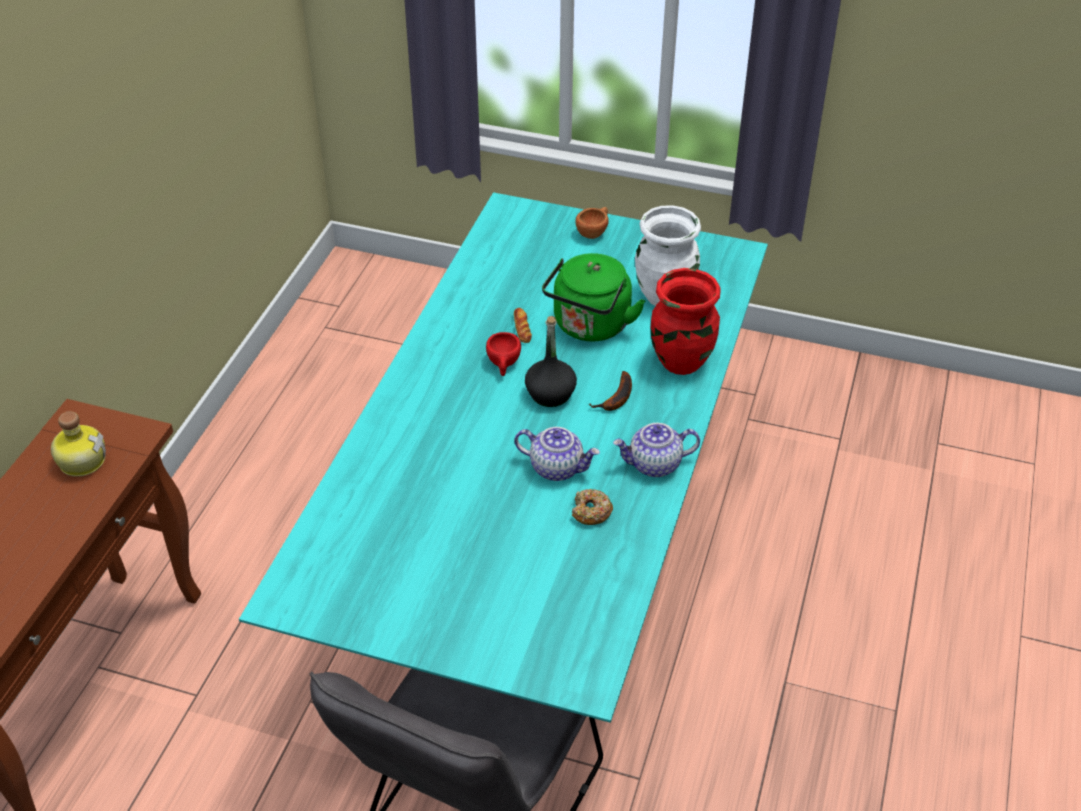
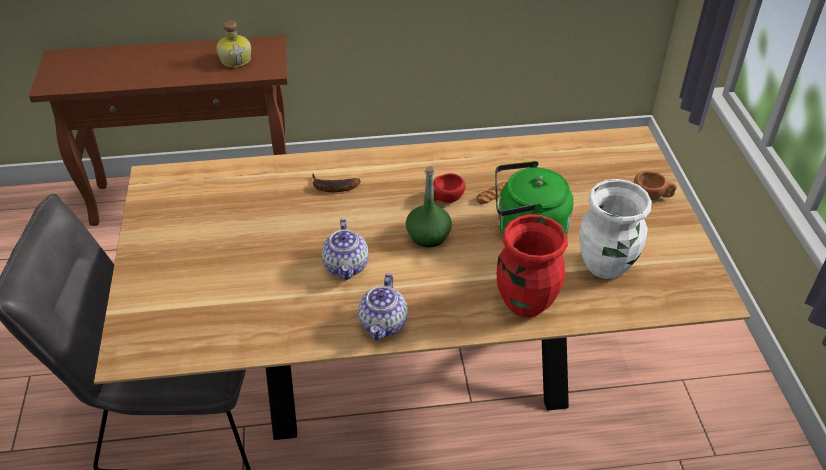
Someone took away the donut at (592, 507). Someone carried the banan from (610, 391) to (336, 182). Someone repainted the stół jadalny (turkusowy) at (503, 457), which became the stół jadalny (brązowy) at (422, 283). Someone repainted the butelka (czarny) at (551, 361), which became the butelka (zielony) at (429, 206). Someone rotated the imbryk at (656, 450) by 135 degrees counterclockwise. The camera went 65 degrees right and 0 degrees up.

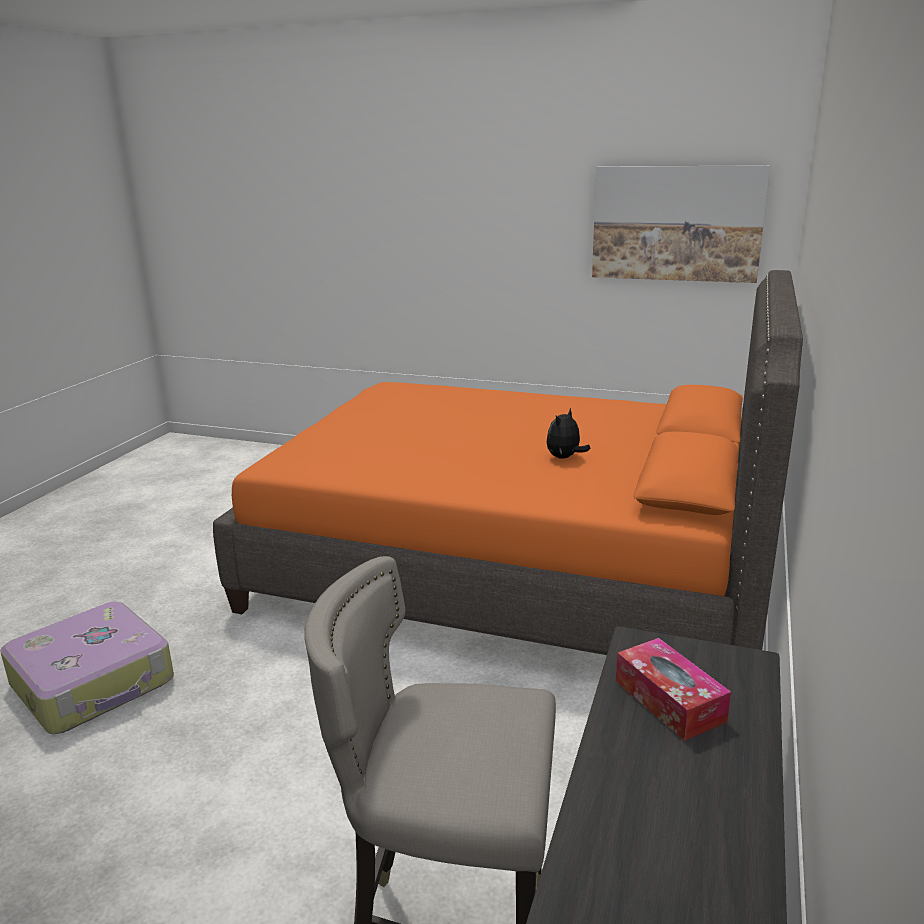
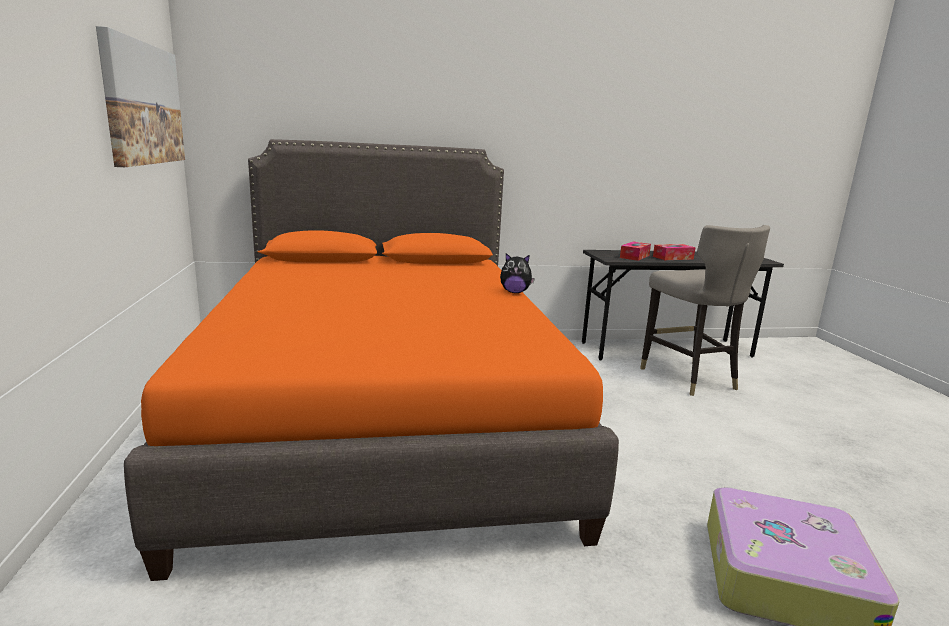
Someone put down the pudełko chusteczek at (674, 252). Someone carried the pluszak from (569, 433) to (517, 273). The camera went 120 degrees left and 5 degrees down.

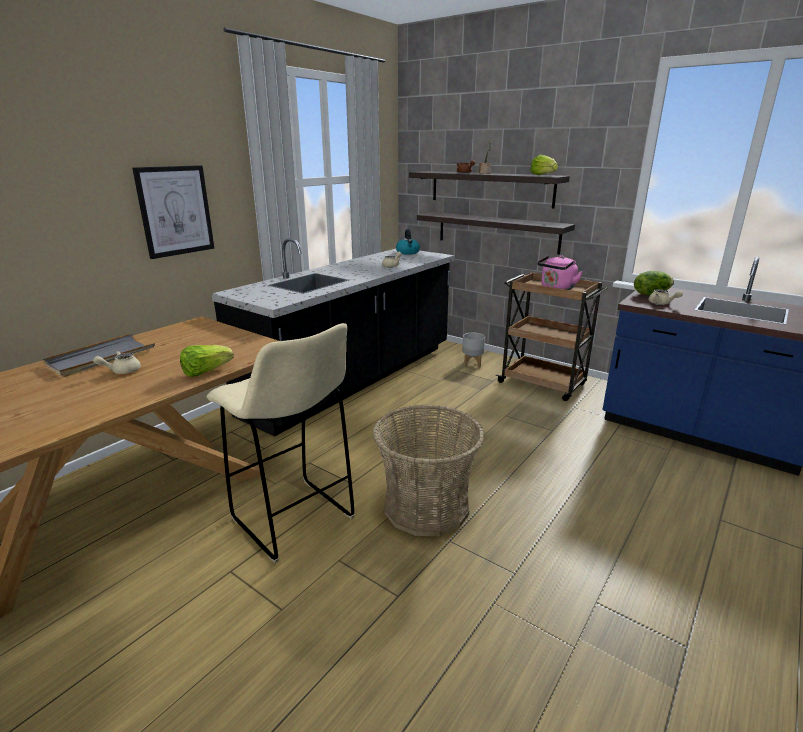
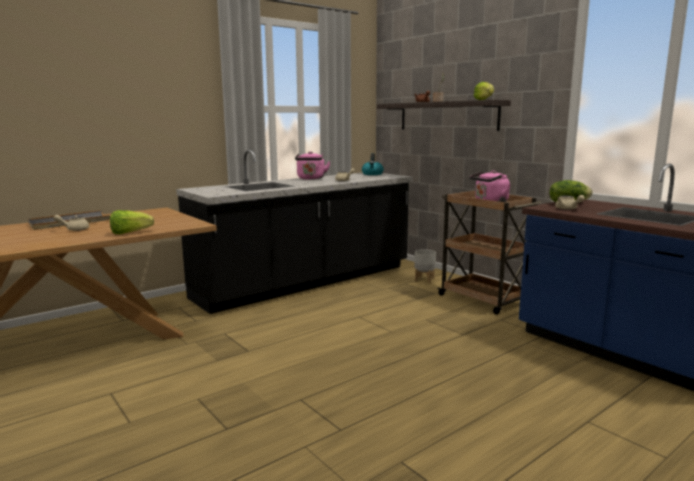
Someone took away the obraz at (173, 212). Someone took away the stołek (beżowy) at (281, 443). Someone took away the koszyk at (428, 470). Someone took away the półka at (496, 233). Someone put down the czajnik (różowy) at (313, 165). The camera went 15 degrees right and 10 degrees down.

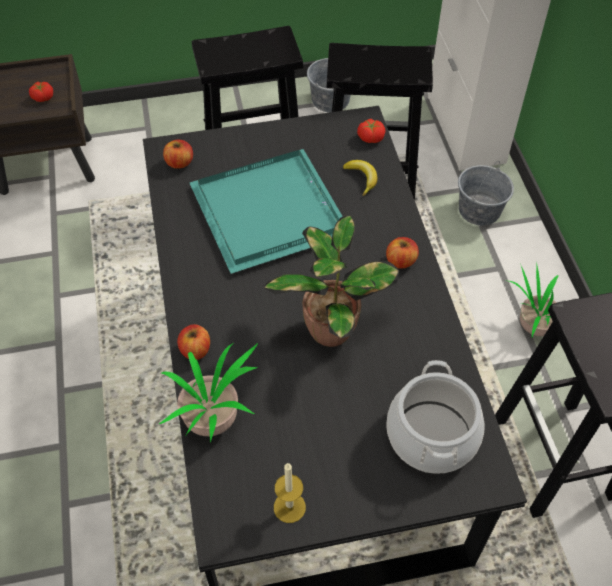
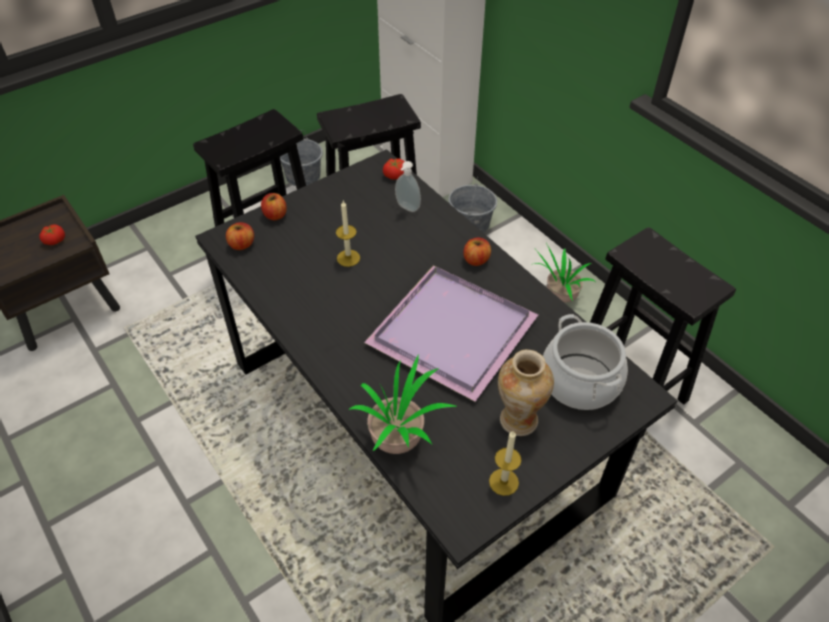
Someone put down the wazon at (526, 392). Someone carried the jabłko from (193, 342) to (274, 206). Someone swapped the taca (turkusowy) at (266, 211) for the świeca at (348, 234). Someone swapped the roślina doniczkowa at (331, 281) for the taca (fioletowy) at (451, 333). Someone swapped the banan at (360, 178) for the dozownik mydła at (408, 186). The camera went 25 degrees left and 5 degrees down.

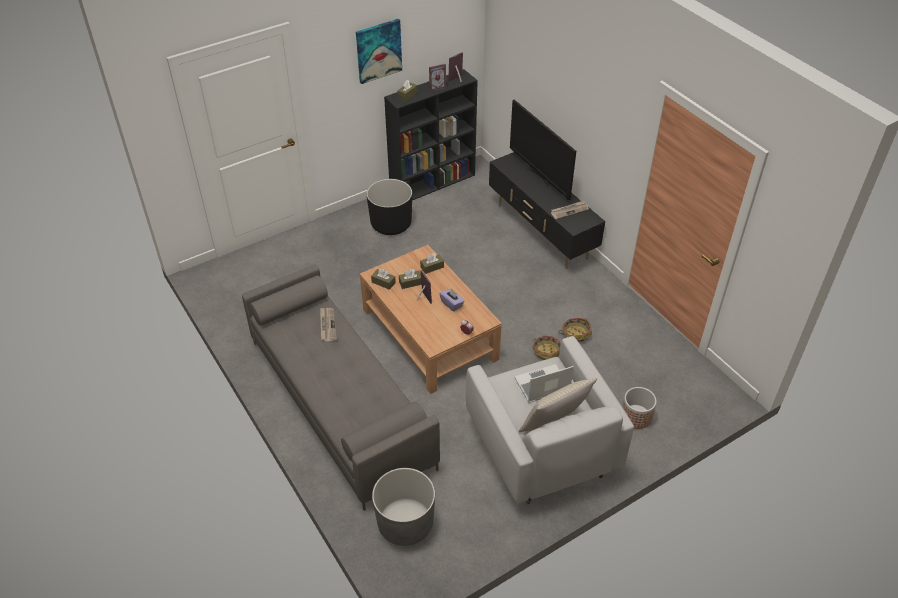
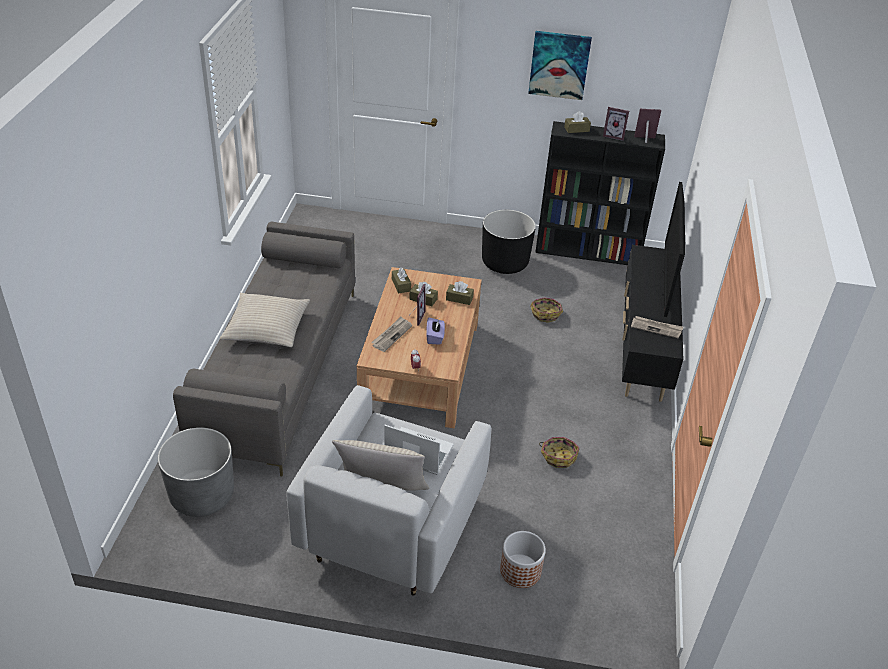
Someone put down the poduszka (beżowy) at (265, 320). Someone carried the gazeta from (328, 324) to (391, 334). Someone carried the koszyk from (546, 348) to (546, 310). The camera went 40 degrees right and 5 degrees down.

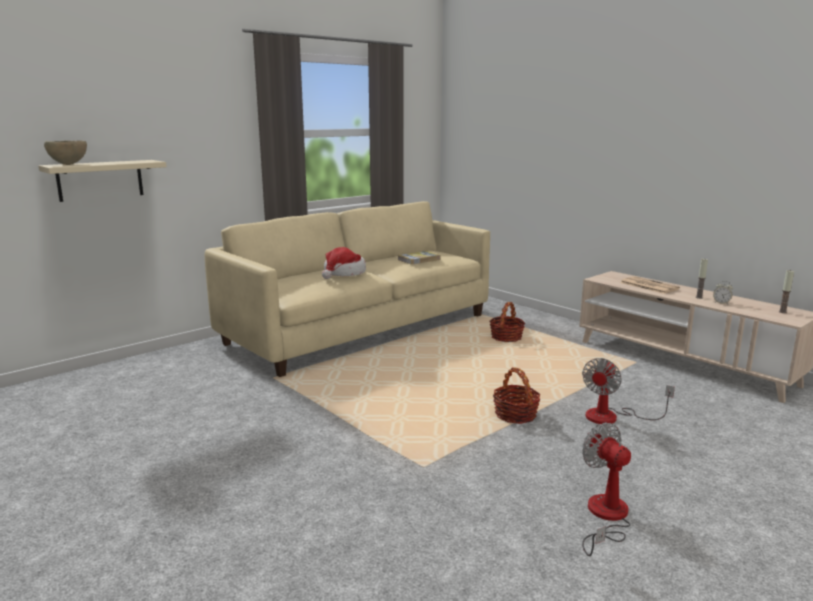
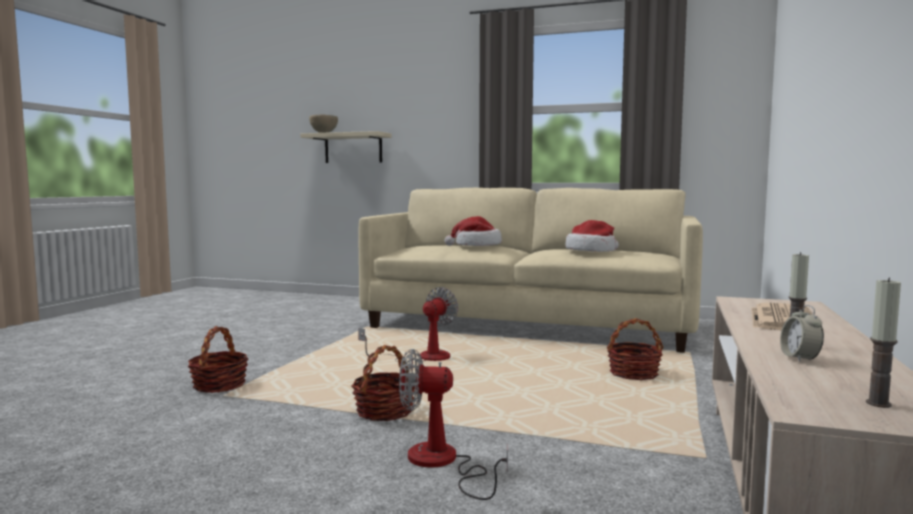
Someone put down the koszyk at (218, 359). Someone carried the wentylator from (606, 489) to (408, 324). Someone swapped the książka at (419, 258) for the kapelusz at (592, 236). The camera went 60 degrees right and 10 degrees down.

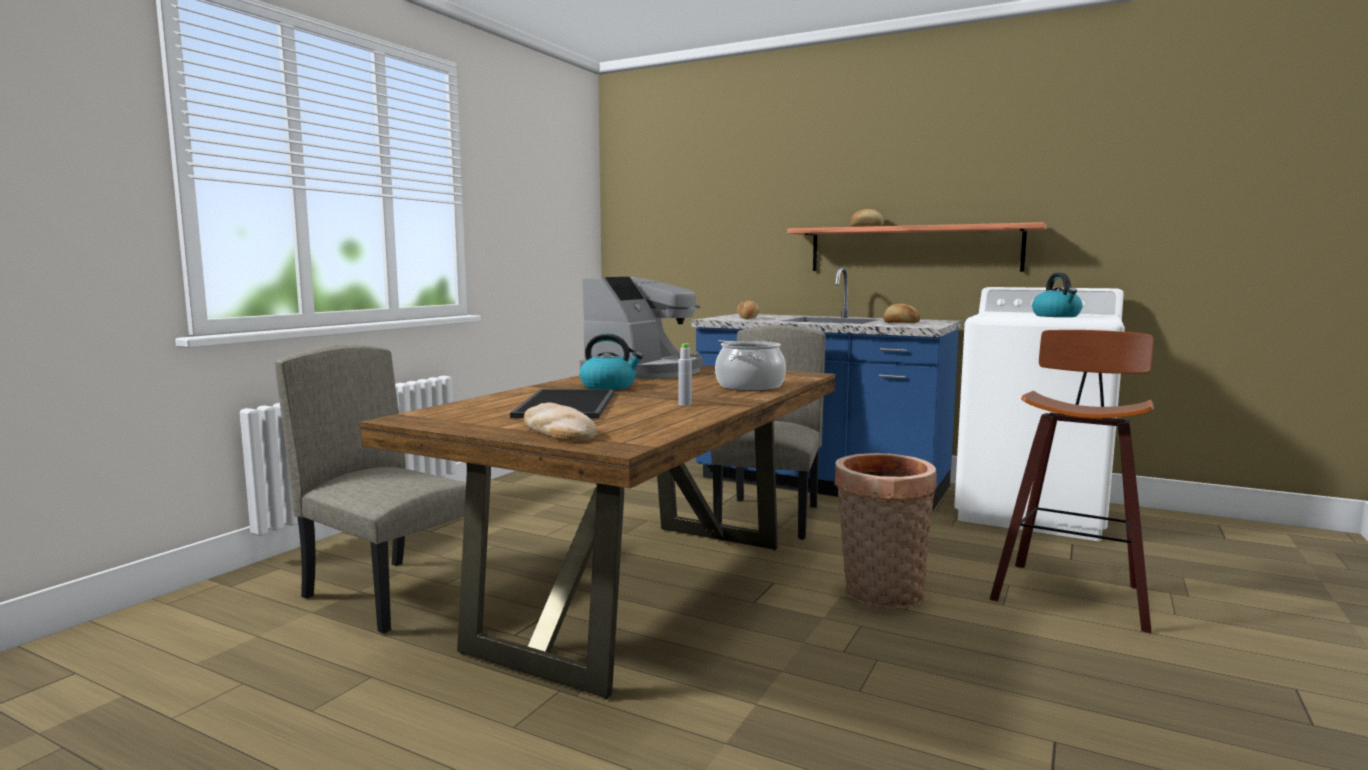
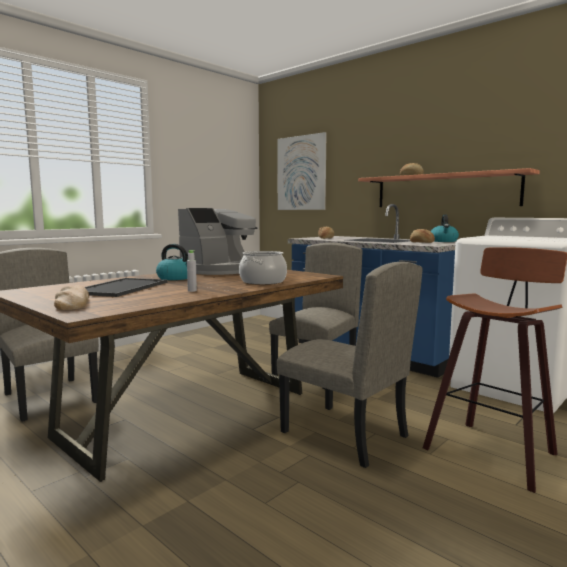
Someone put up the obraz at (302, 171). Someone carried the czajnik from (1057, 294) to (444, 228). Someone swapped the koszyk at (885, 530) for the krzesło (beżowy) at (350, 365). The camera went 15 degrees right and 0 degrees up.

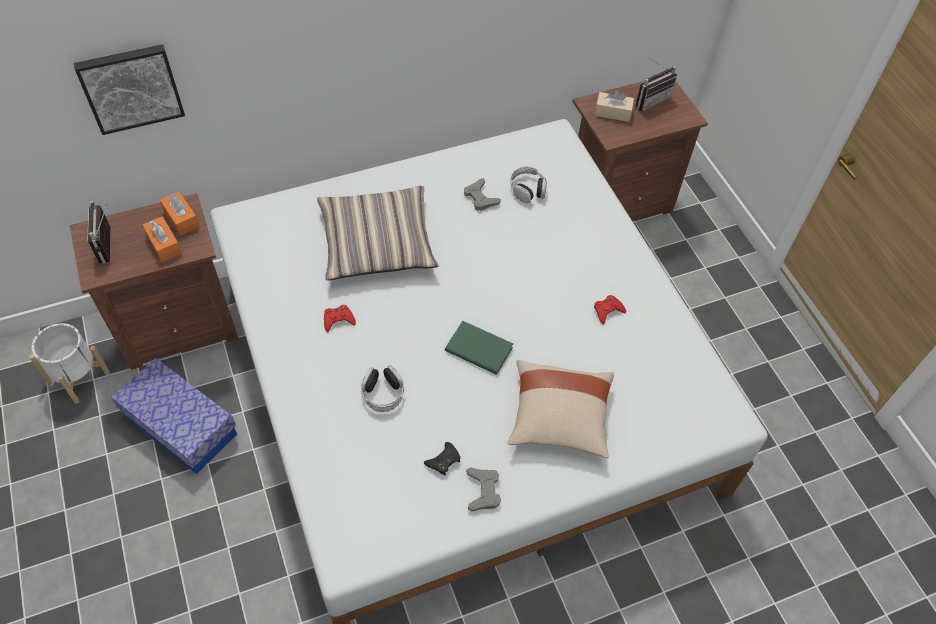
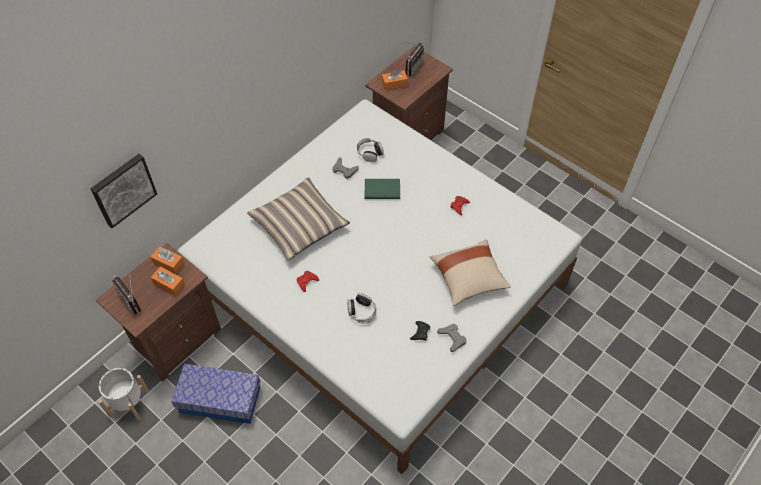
Someone carried the książka (zielony) from (479, 348) to (382, 189). Someone repainted the pudełko chusteczek (beżowy) at (614, 106), which became the pudełko chusteczek (pomarańczowy) at (395, 80). The camera went 25 degrees left and 0 degrees up.

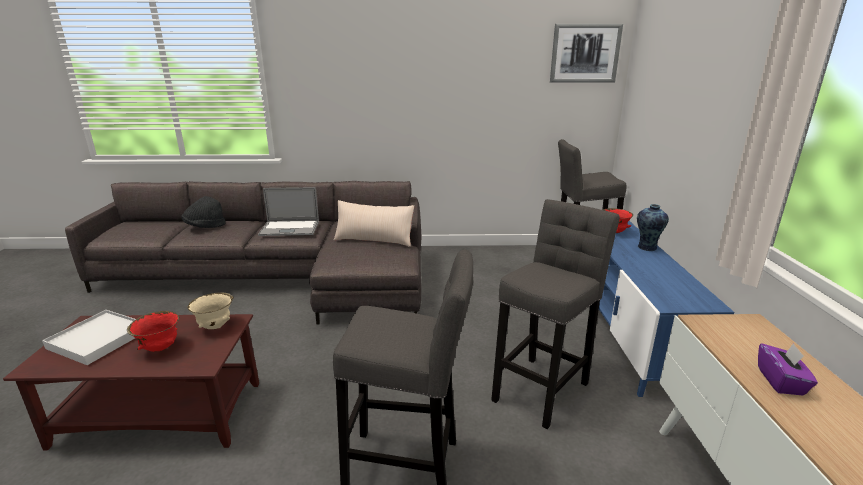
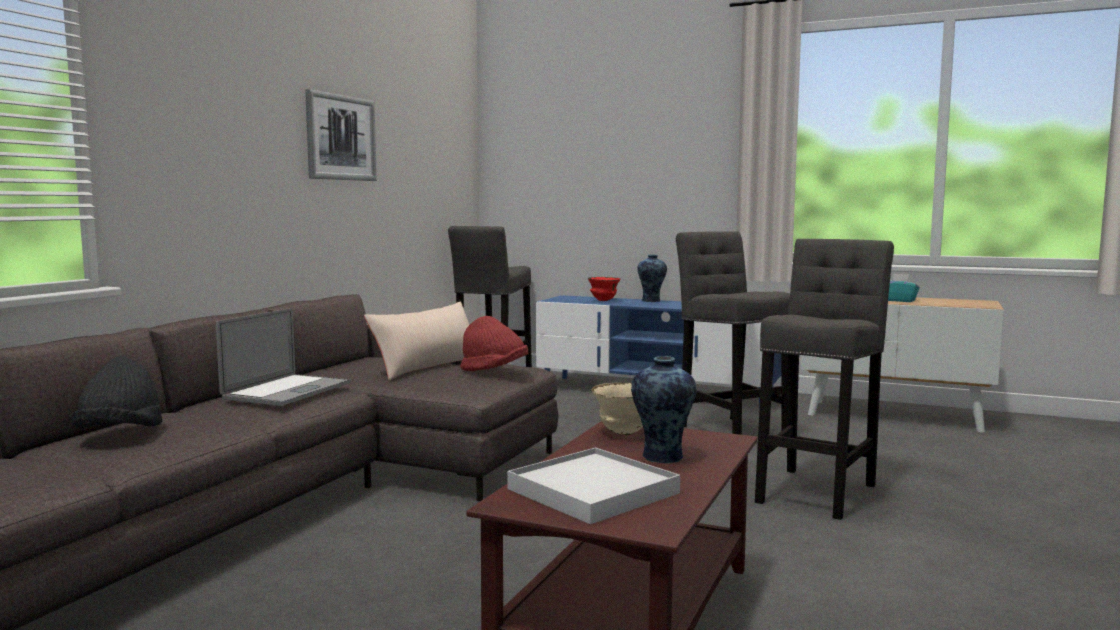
Someone put down the kapelusz (czerwony) at (494, 343). Someone carried the obraz from (586, 53) to (341, 135). Someone swapped the miska (czerwony) at (153, 331) for the wazon at (664, 409). Someone repainted the pudełko chusteczek (fioletowy) at (788, 369), which became the pudełko chusteczek (turkusowy) at (904, 288). The camera went 65 degrees left and 15 degrees down.

